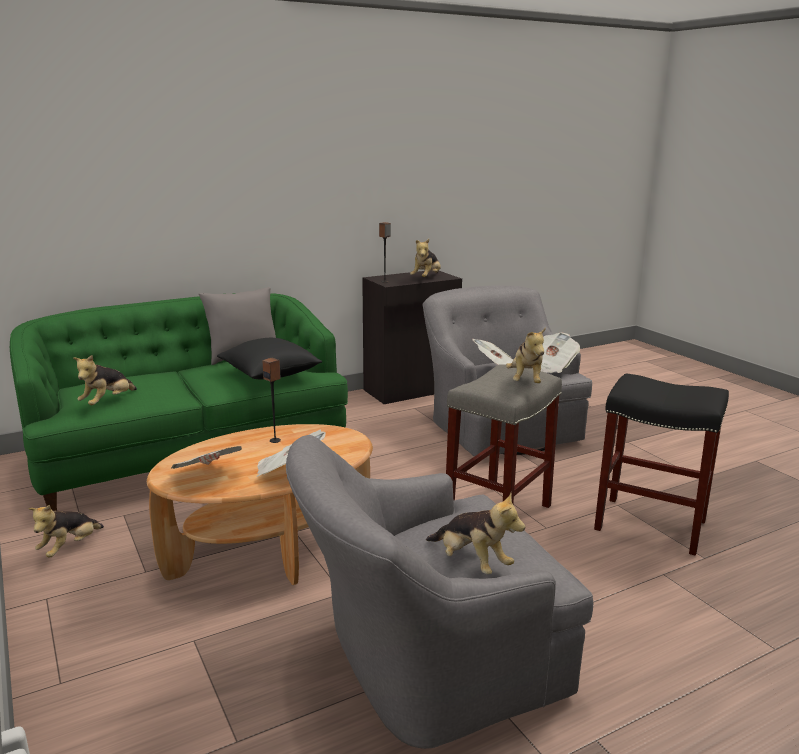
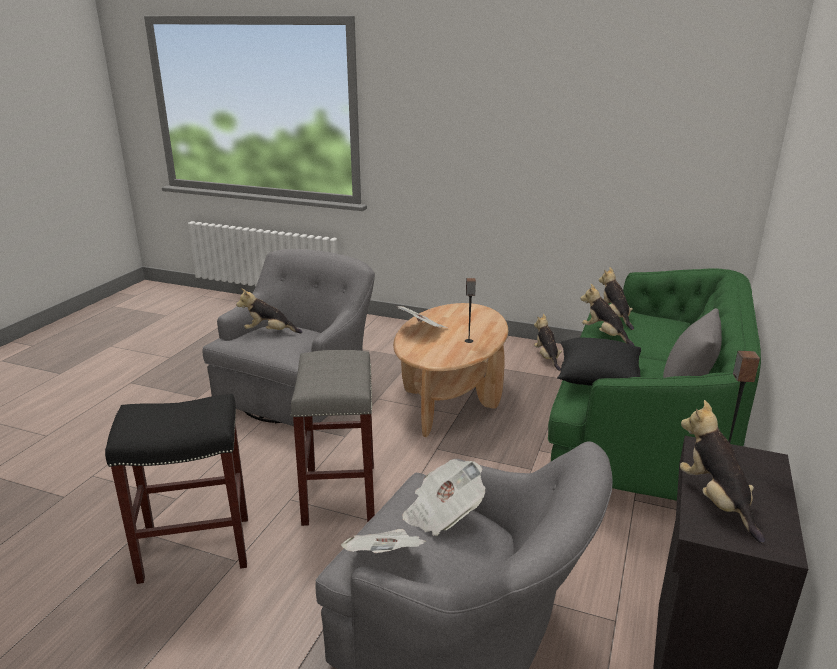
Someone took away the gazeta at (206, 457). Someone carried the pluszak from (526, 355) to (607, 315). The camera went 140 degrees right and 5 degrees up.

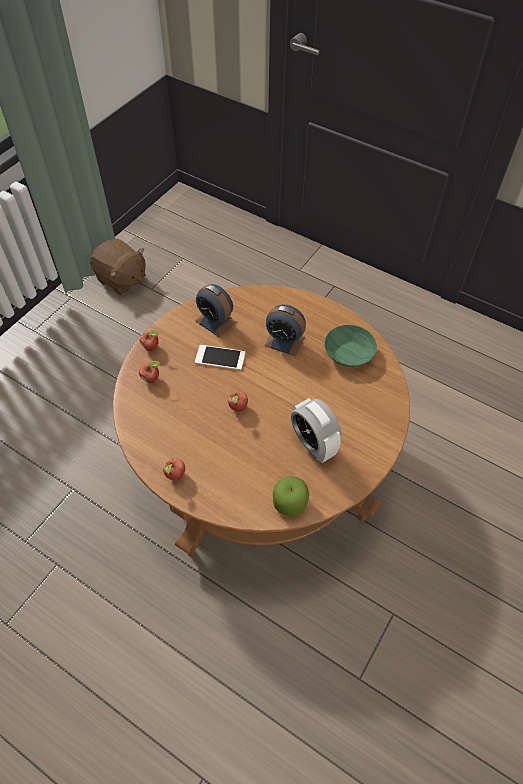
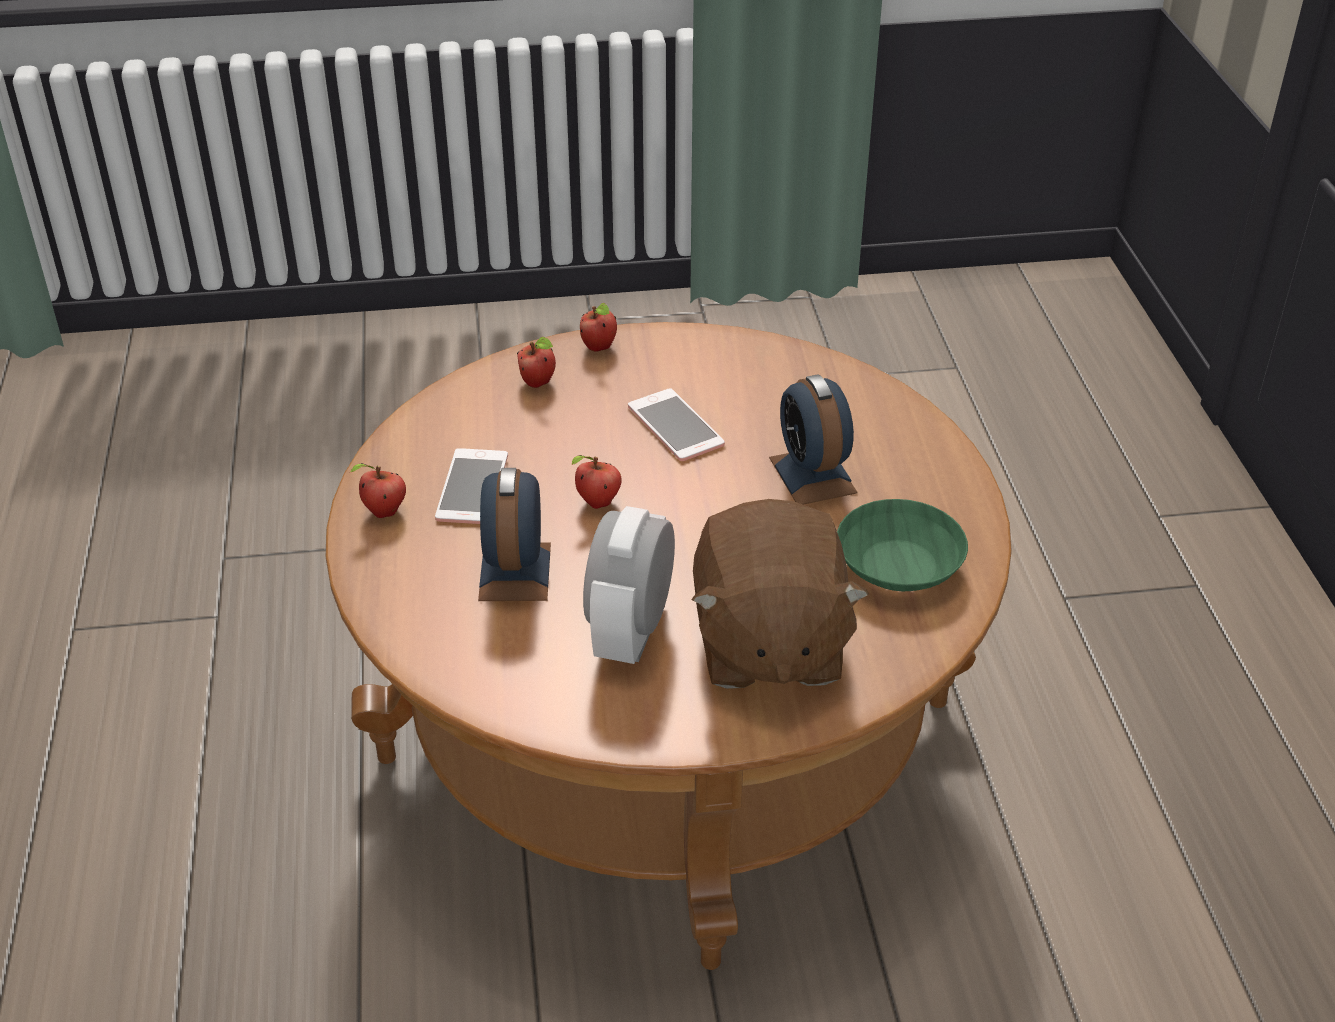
Someone took away the jabłko at (291, 496). Someone put down the telefon at (471, 486). Someone carried the pluszak (brązowy) from (118, 266) to (780, 594). Someone carried the budzik from (215, 310) to (514, 534). The camera went 50 degrees right and 15 degrees down.

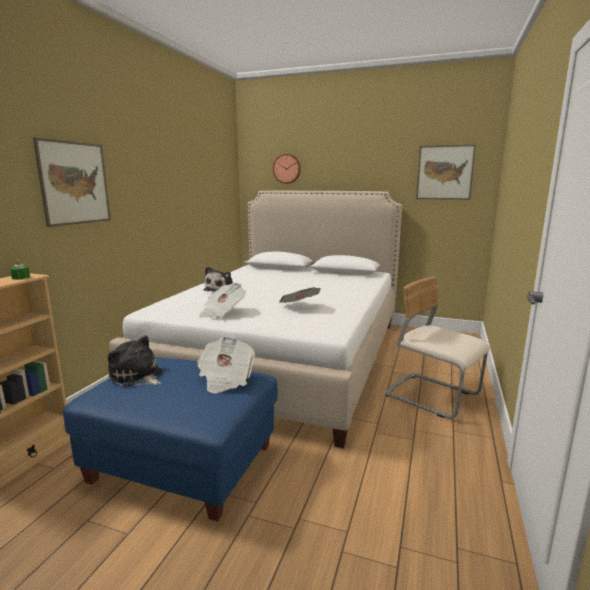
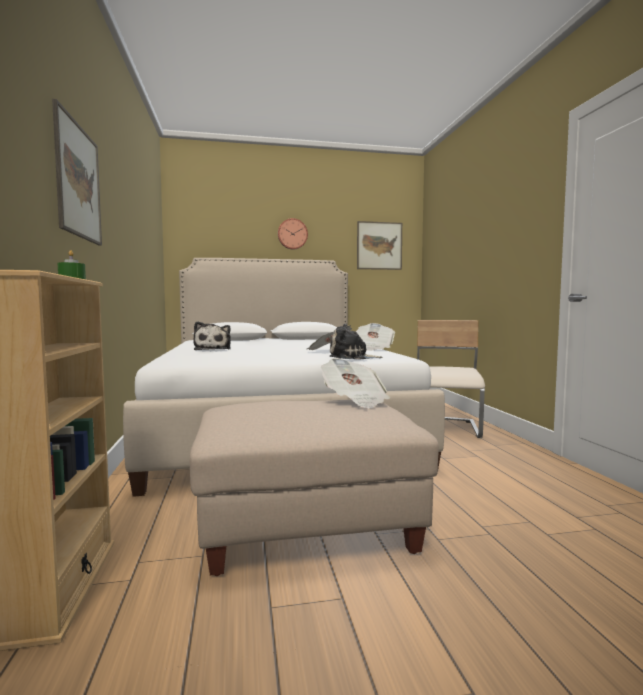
Someone carried the pluszak from (135, 361) to (356, 342). Someone carried the gazeta from (222, 300) to (376, 337). Someone carried the zegar ścienny from (287, 169) to (293, 234). Someone repainted the pufa (niebieski) at (170, 439), which became the pufa (beżowy) at (314, 488). Someone rotated the krzesło (beżowy) at (437, 348) by 90 degrees clockwise. The camera went 30 degrees left and 10 degrees down.

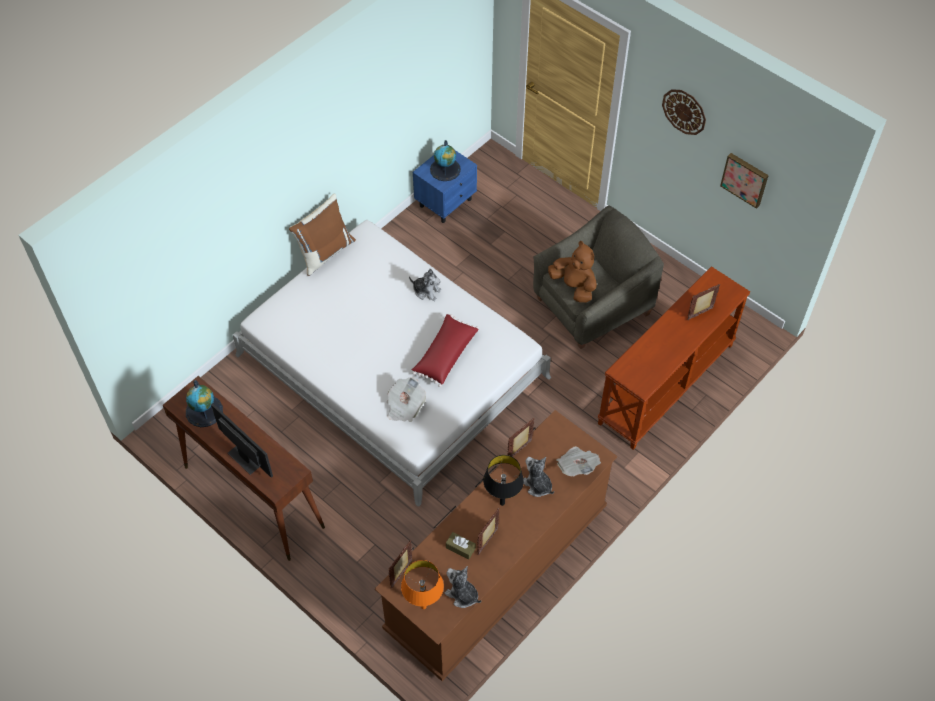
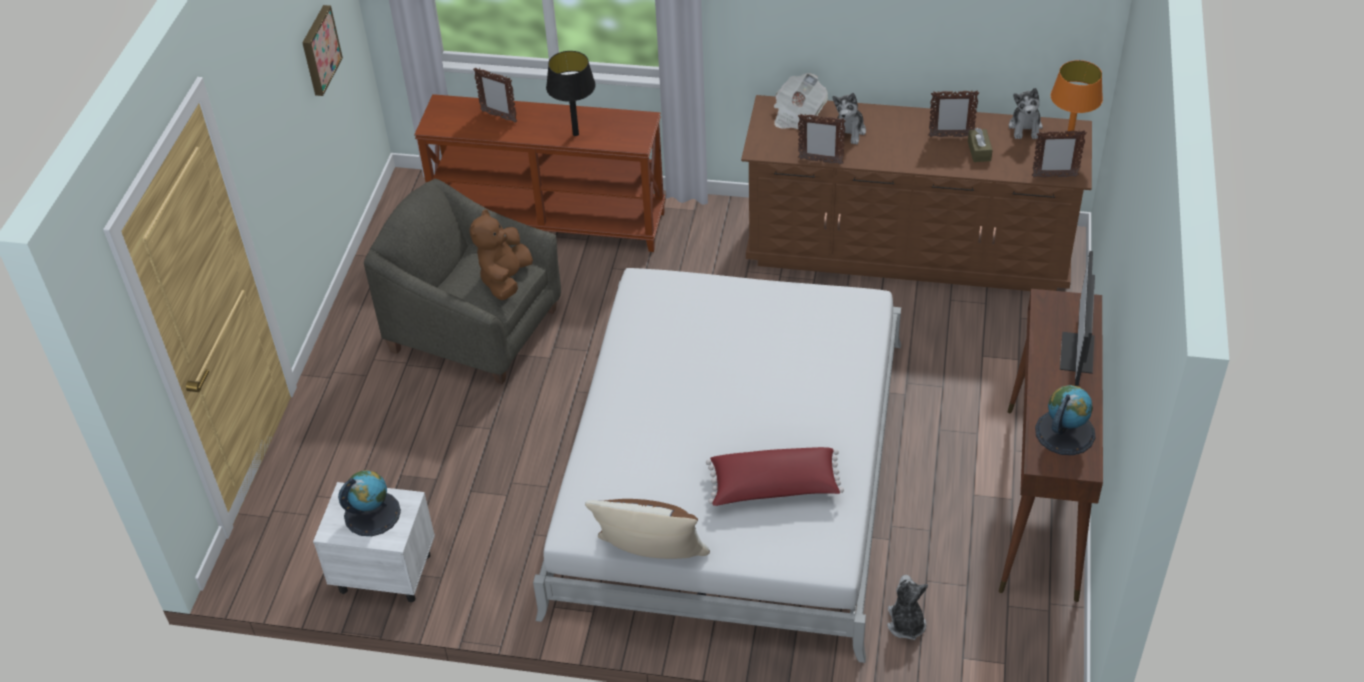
Someone took away the gazeta at (406, 399). Someone took away the zegar ścienny at (684, 112). Someone carried the pluszak from (425, 285) to (907, 608). Someone carried the poduszka (czerwony) from (445, 350) to (775, 476). Someone carried the lampa stołowa (czarny) from (503, 480) to (571, 93). Someone repainted the szafka nocna (niebieski) at (445, 186), which became the szafka nocna (biały) at (374, 542). The camera went 120 degrees left and 10 degrees down.

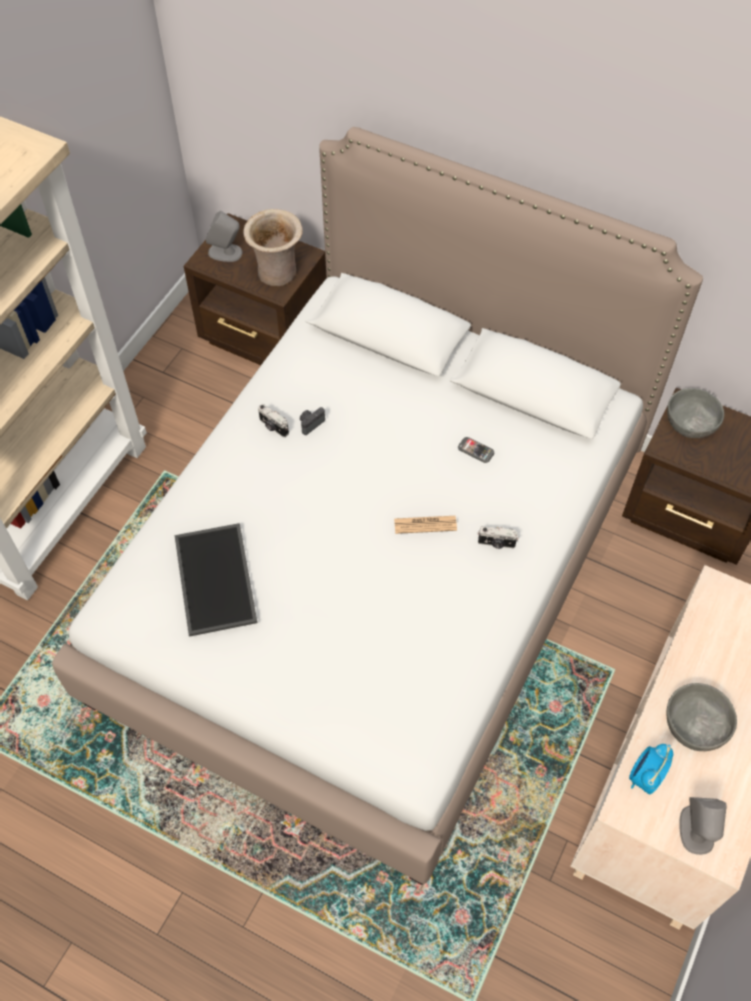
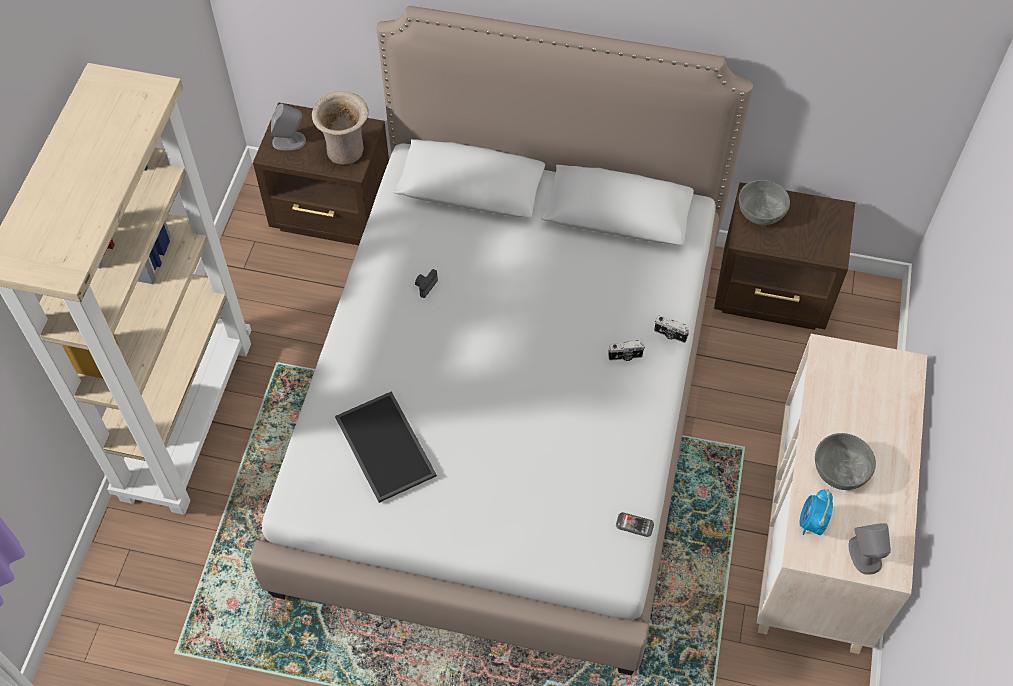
Someone took away the gazeta at (425, 525). Someone carried the aparat fotograficzny from (273, 420) to (671, 329). Someone carried the telefon from (476, 450) to (635, 524). The camera went 15 degrees left and 0 degrees up.

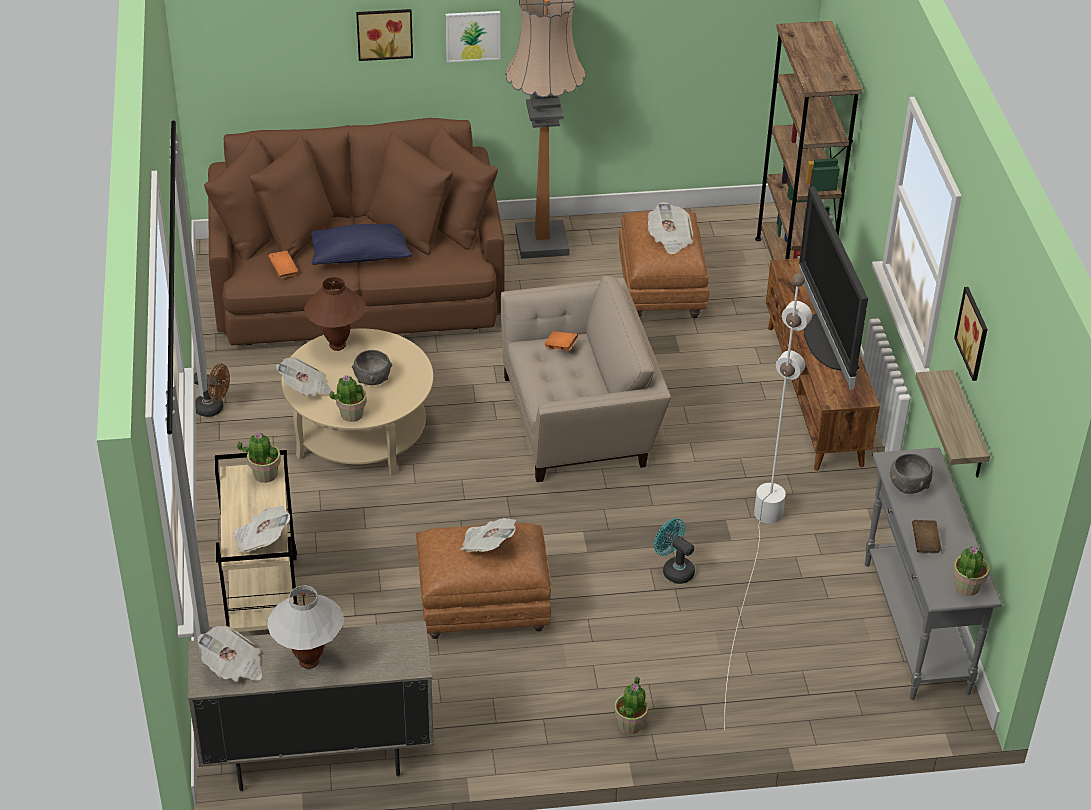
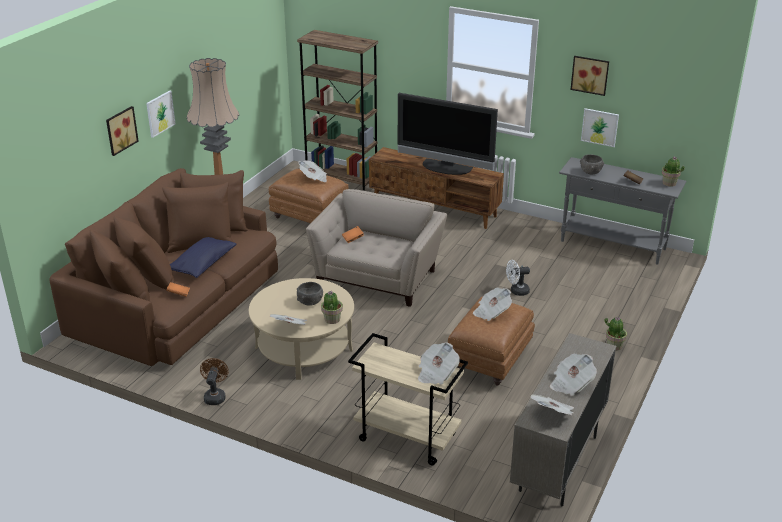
Someone took away the roślina doniczkowa at (259, 457). Someone took away the lampa stołowa (brązowy) at (335, 314). Someone took away the lampa stojąca (biały) at (768, 501). Someone swapped the lampa stołowa (biały) at (305, 627) for the gazeta at (573, 374). Someone swapped the półka at (952, 424) for the obraz at (600, 127). Someone repainted the wentylator (turkusowy) at (674, 551), which became the wentylator (biały) at (518, 278). Someone rotated the wentylator (brązowy) at (212, 390) by 45 degrees counterclockwise. The camera went 55 degrees left and 10 degrees down.

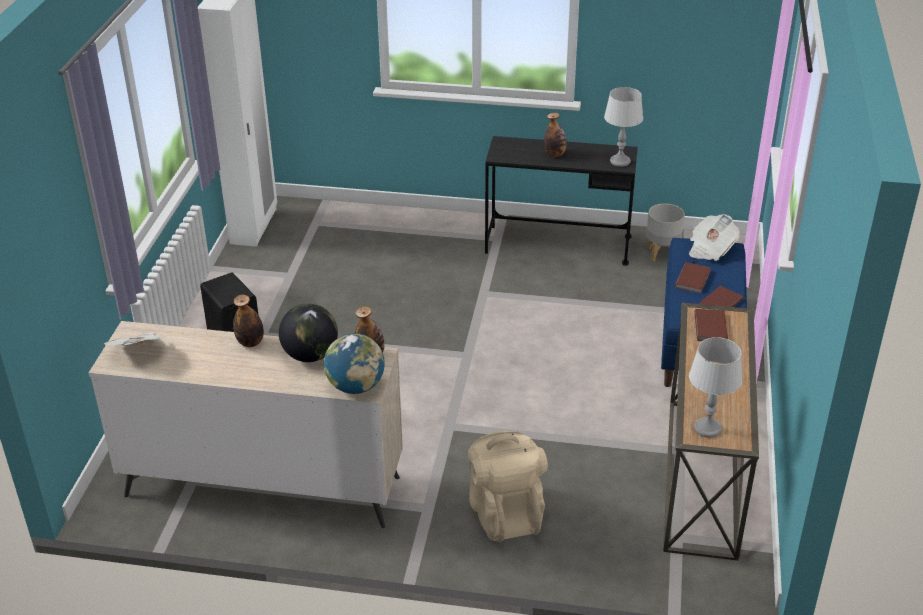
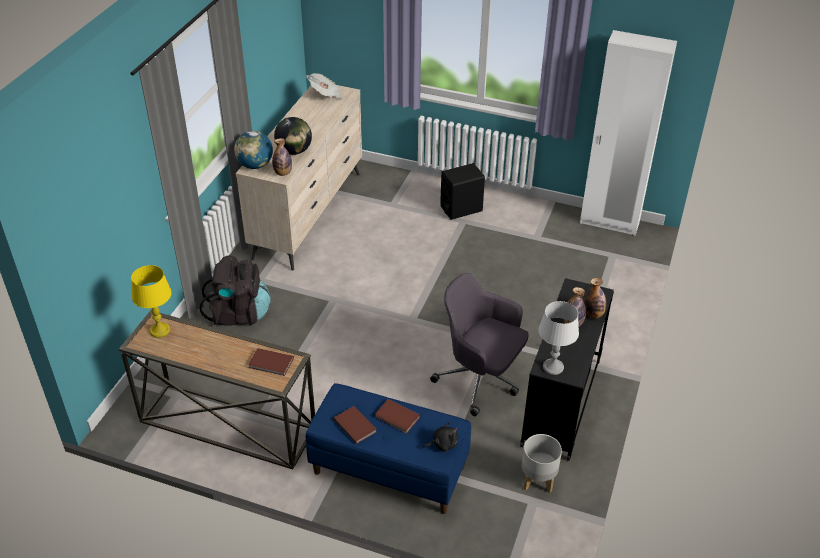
Someone put down the krzesło biurowe (szary) at (479, 344). Someone carried the butelka from (248, 321) to (595, 298). Someone swapped the gazeta at (714, 237) for the pluszak (czarny) at (440, 437). Someone repainted the plecak (beżowy) at (508, 486), which became the plecak (czarny) at (235, 290). Someone repainted the lampa stołowa (szary) at (715, 387), which became the lampa stołowa (żółty) at (151, 301). The camera went 100 degrees right and 5 degrees up.

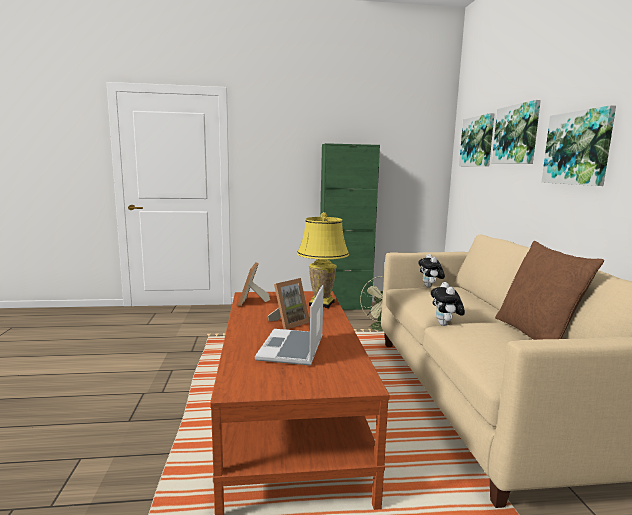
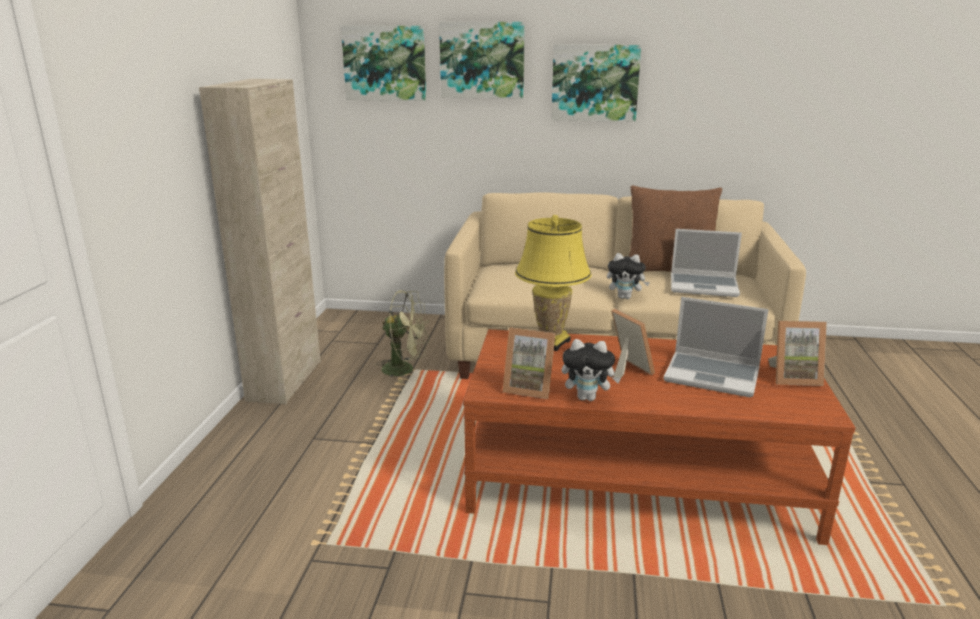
Someone put down the laptop at (706, 263). Someone put down the ramka na zdjęcie at (797, 353). Someone carried the pluszak from (431, 271) to (591, 370). Someone repainted the szafka (zielony) at (350, 226), which became the szafka (beżowy) at (260, 241). The camera went 75 degrees left and 10 degrees up.

